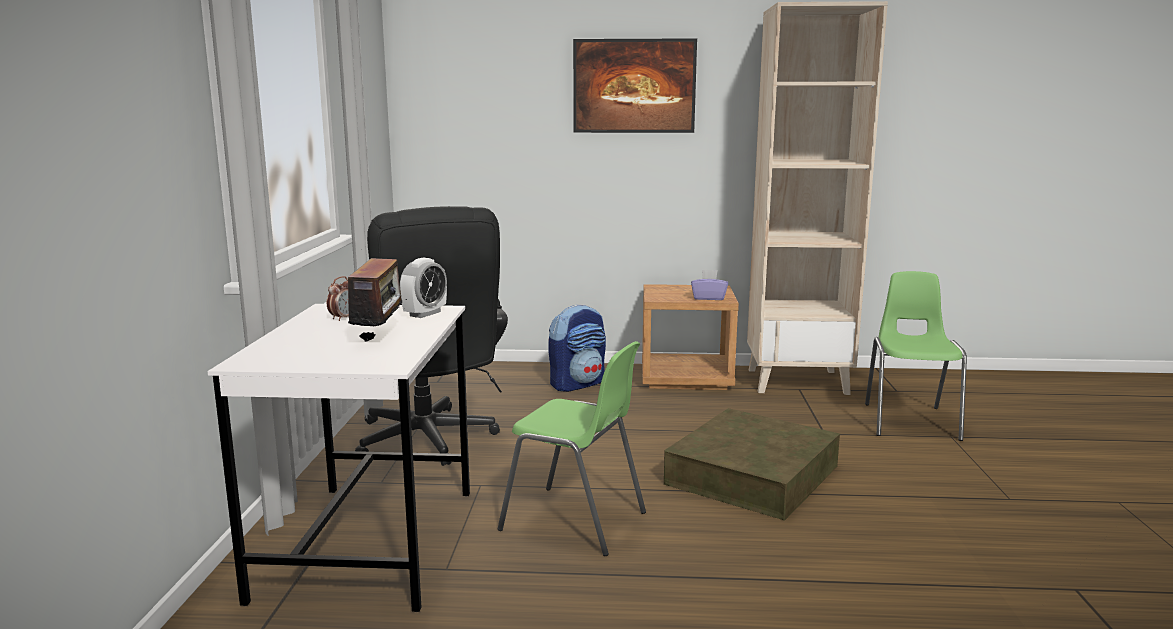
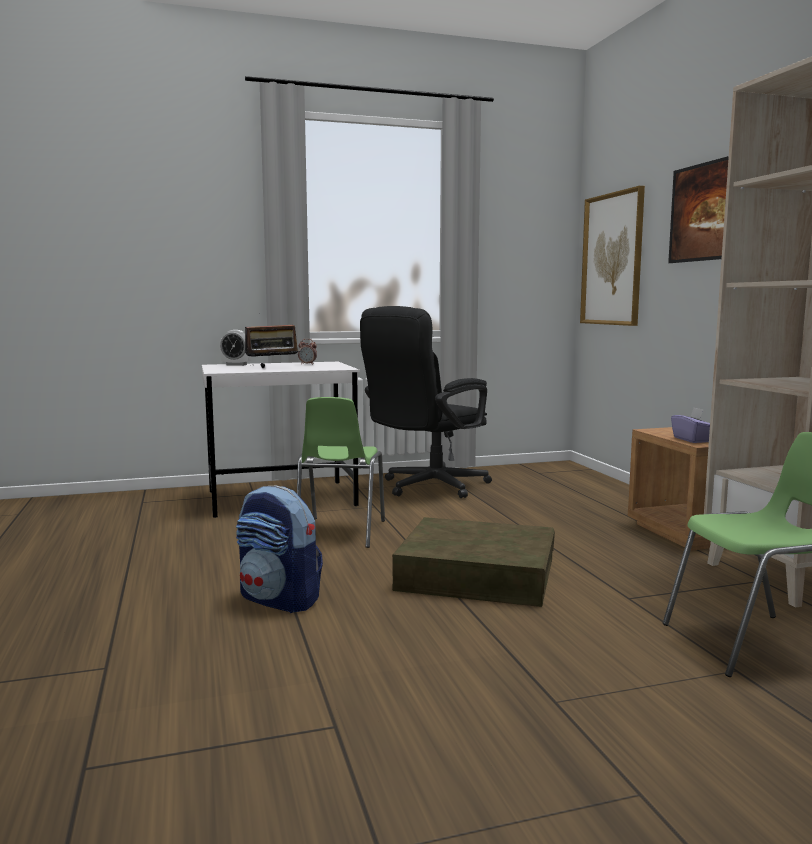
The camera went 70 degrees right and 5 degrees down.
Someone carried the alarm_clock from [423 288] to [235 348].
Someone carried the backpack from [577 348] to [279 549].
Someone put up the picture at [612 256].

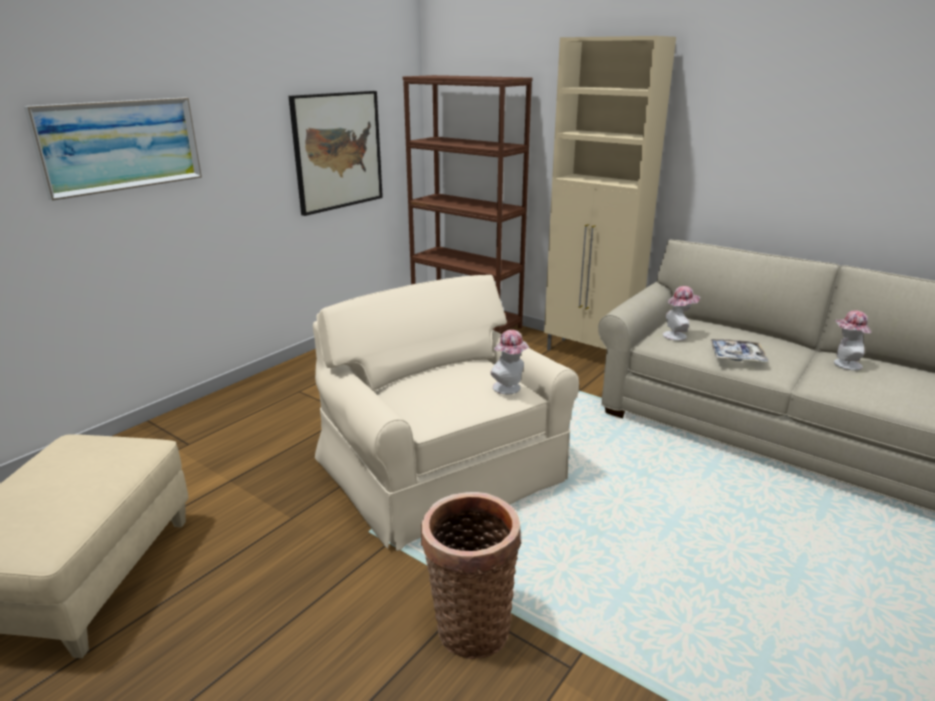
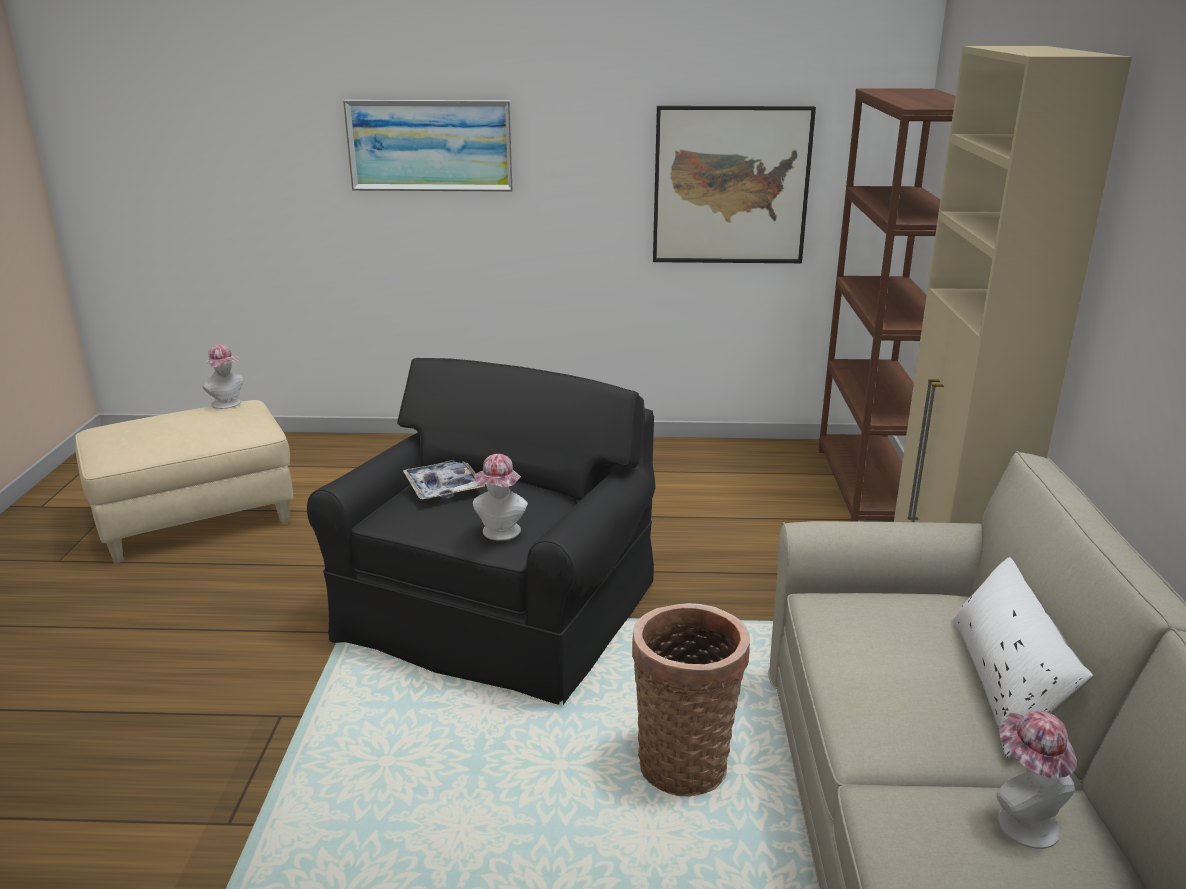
The camera went 55 degrees right and 0 degrees up.
Someone carried the hat from [681 313] to [222 376].
Someone repainted the beige_armchair at [446 413], which became the black_armchair at [481 531].
Someone carried the tray from [739 350] to [444 480].
Someone carried the basket from [471 575] to [691 699].
Someone put down the white_pillow at [1022 658].

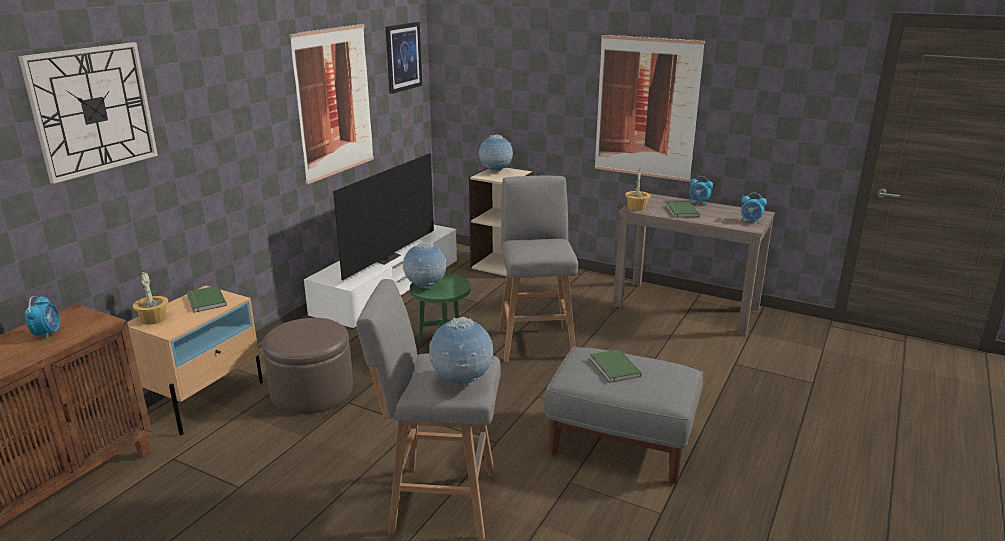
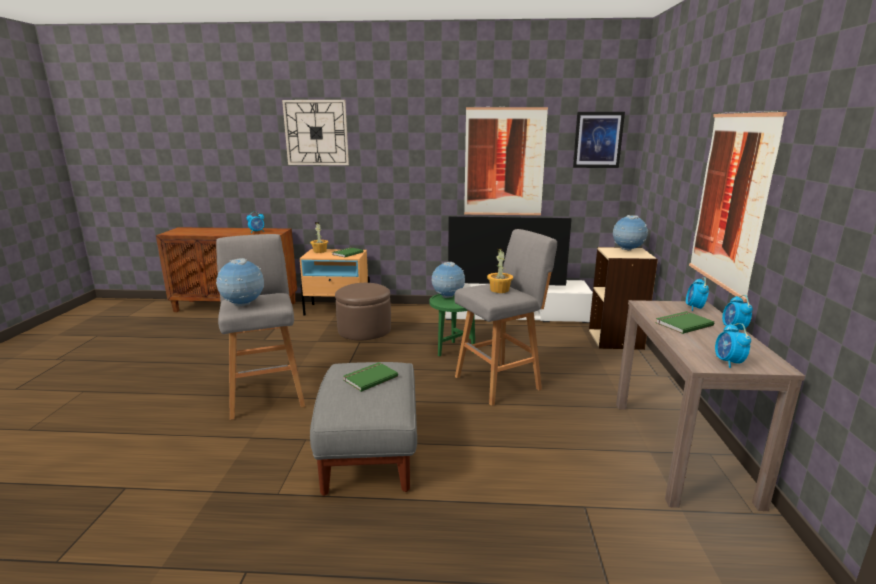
The camera went 65 degrees right and 5 degrees down.
Someone carried the potted_plant from [637 189] to [500 270].
Someone put down the alarm_clock at [697 294].

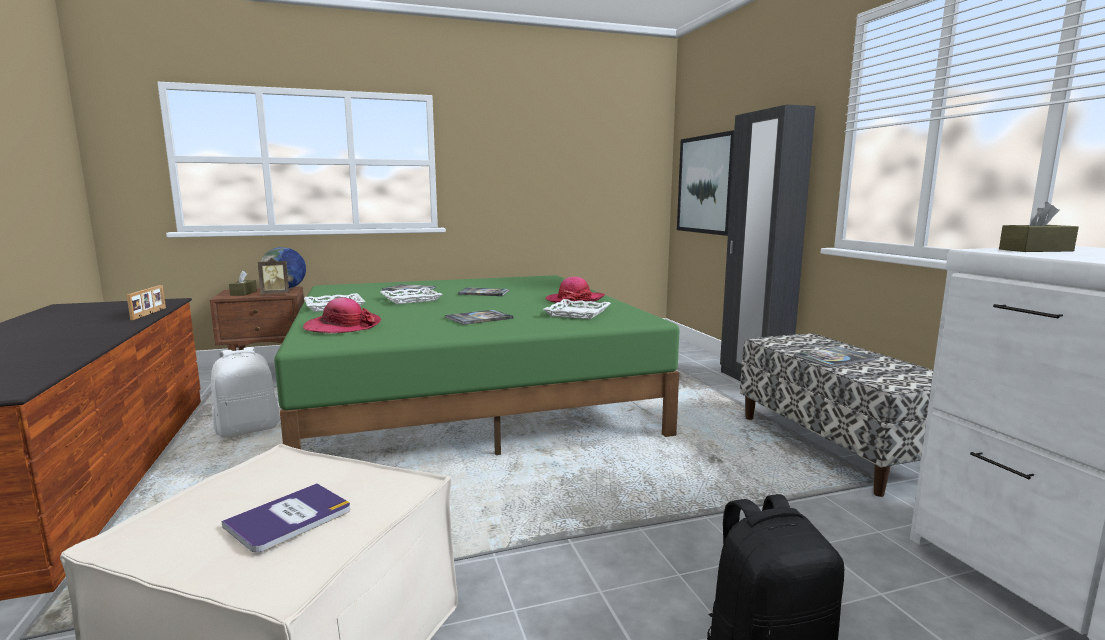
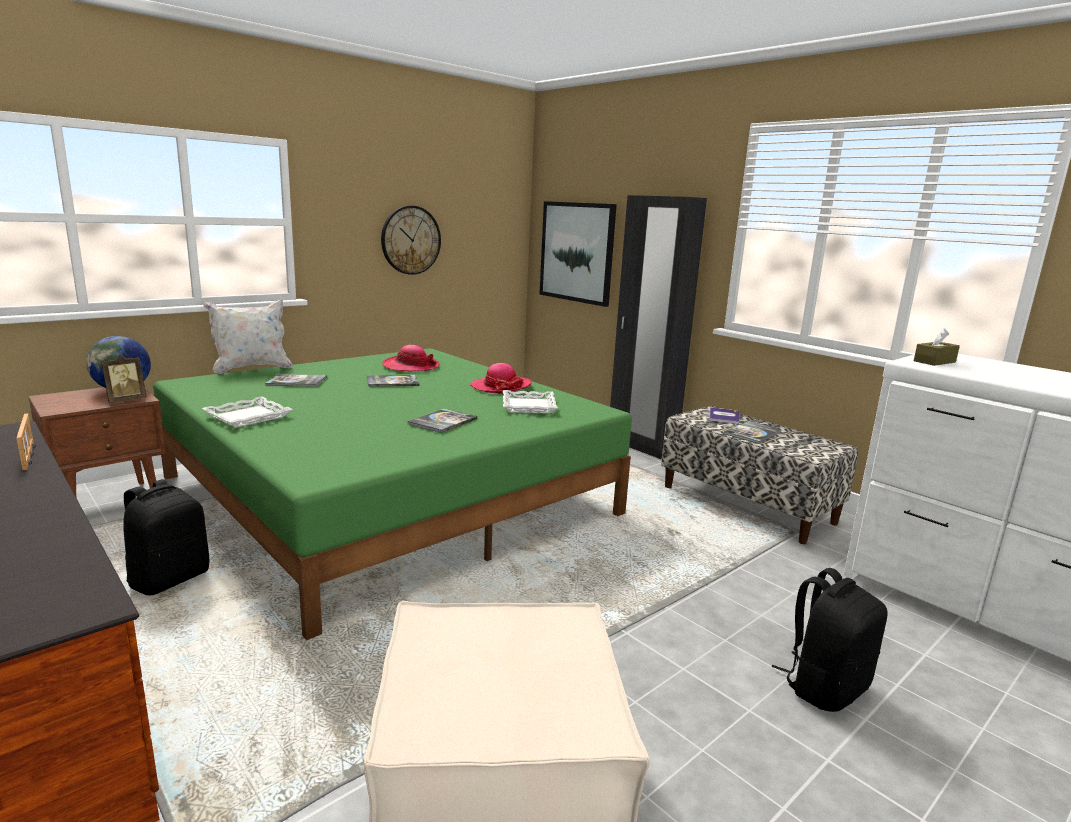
The camera went 25 degrees left and 5 degrees up.
Someone repainted the white_backpack at [245 392], which became the black_backpack at [166 537].
Someone put down the white_pillow at [248 336].
Someone put up the wall_clock at [411 240].
Someone carried the hat from [342 315] to [411 358].
Someone carried the book from [285 517] to [724 415].
Someone took away the brown_tissue_box at [243 283].
Someone took away the white_tray at [412 295].

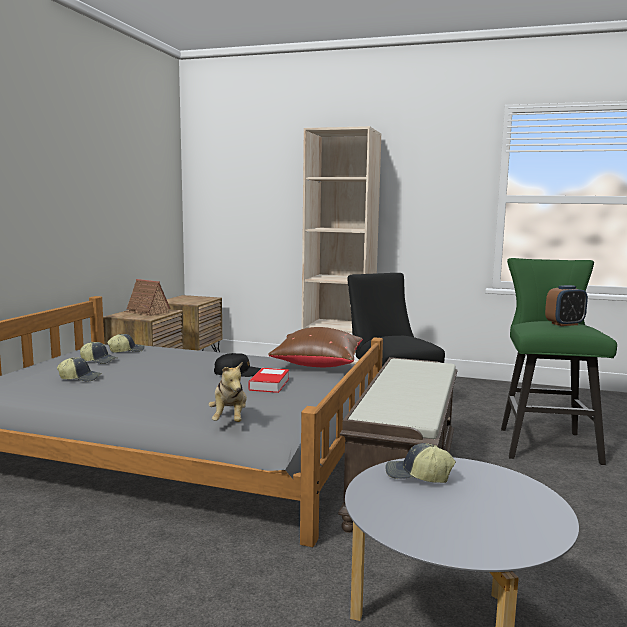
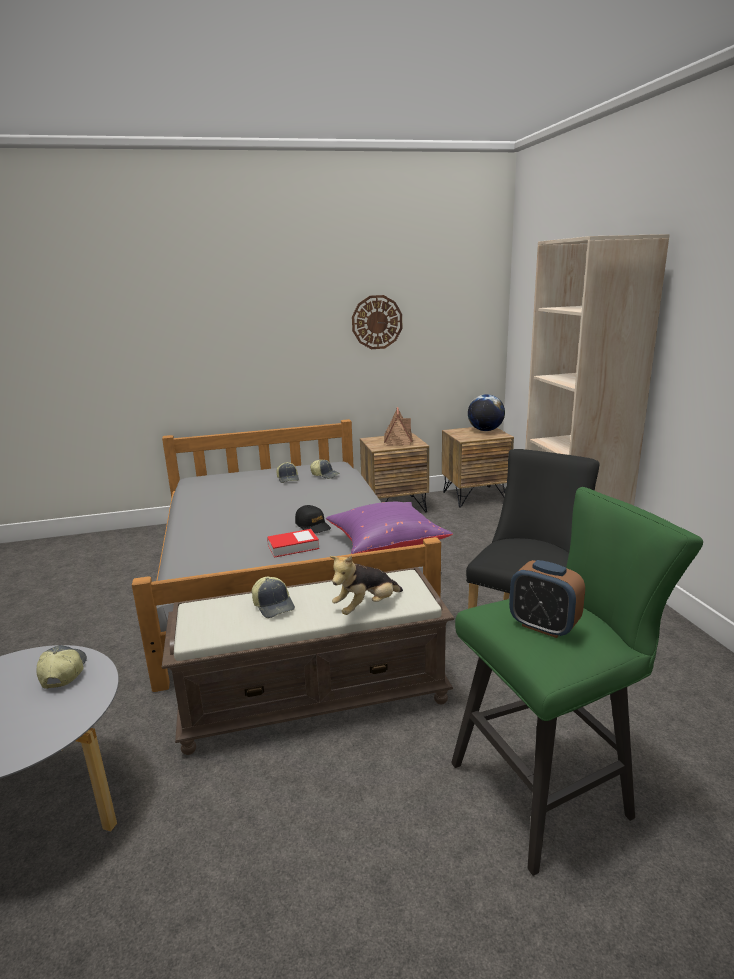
The camera went 60 degrees right and 10 degrees up.
Someone carried the cap from [79 369] to [273 597].
Someone repainted the brown_pillow at [315 347], which became the purple_pillow at [389 528].
Someone carried the plush_toy from [227 391] to [366 585].
Someone put up the wall_clock at [377 322].
Someone put down the globe at [486 412].

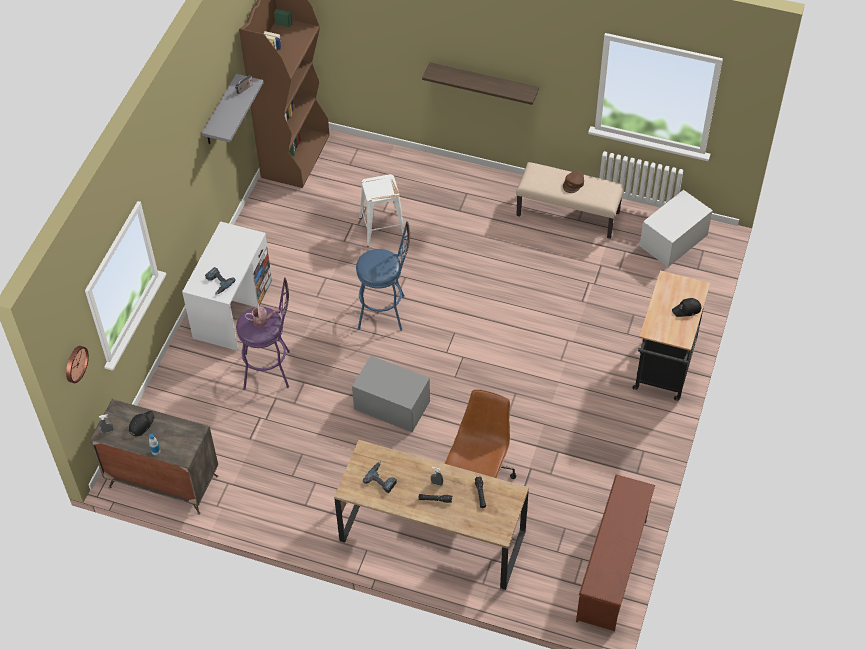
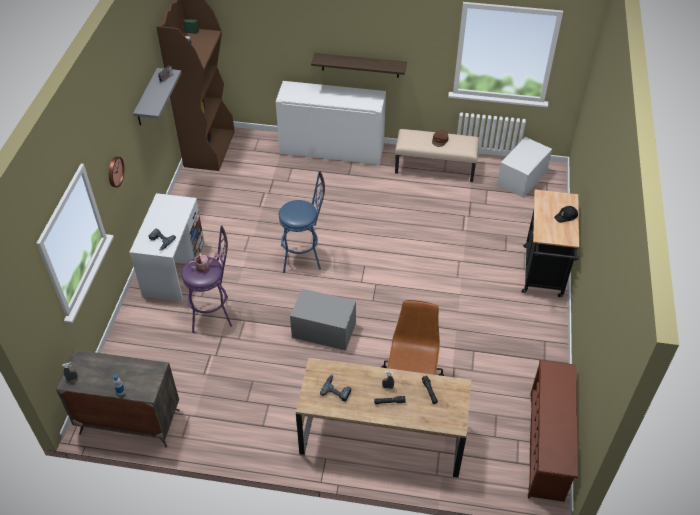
The camera went 10 degrees left and 5 degrees down.
Someone carried the wall_clock from [77 364] to [116 172].
Someone put down the white_cabinet at [331 123].
Someone took away the black_cap at [141 424].
Someone took away the white_stool at [383 210].

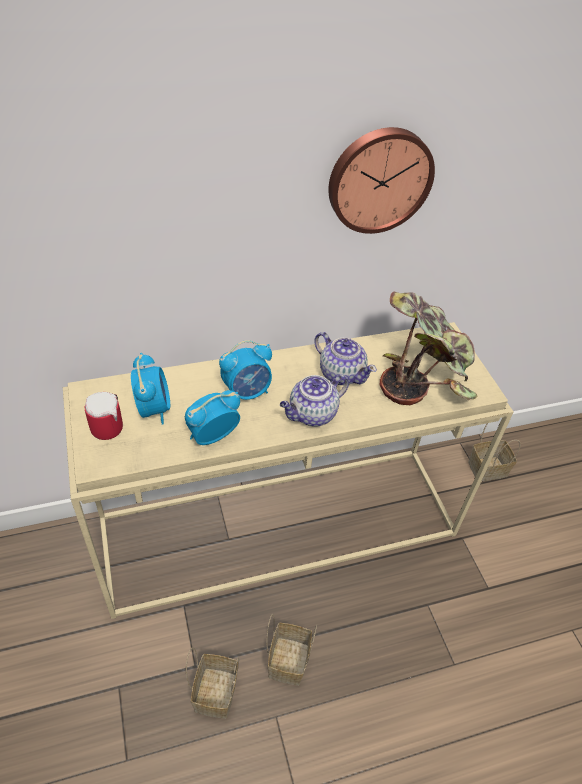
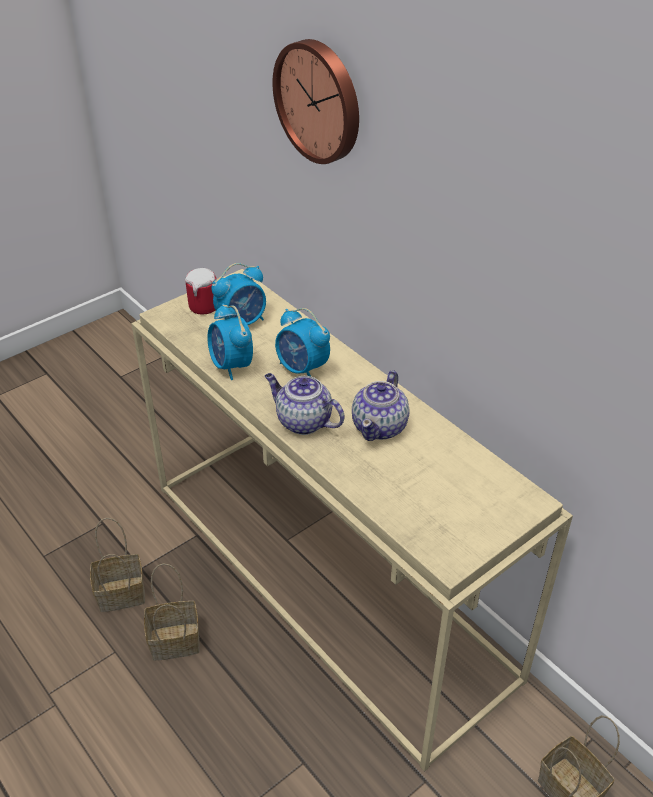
The camera went 70 degrees right and 5 degrees down.
Someone rotated the alarm_clock at [212 417] by 150 degrees counterclockwise.
Someone carried the wall_clock from [381 180] to [316 101].
Someone took away the potted_plant at [429 348].

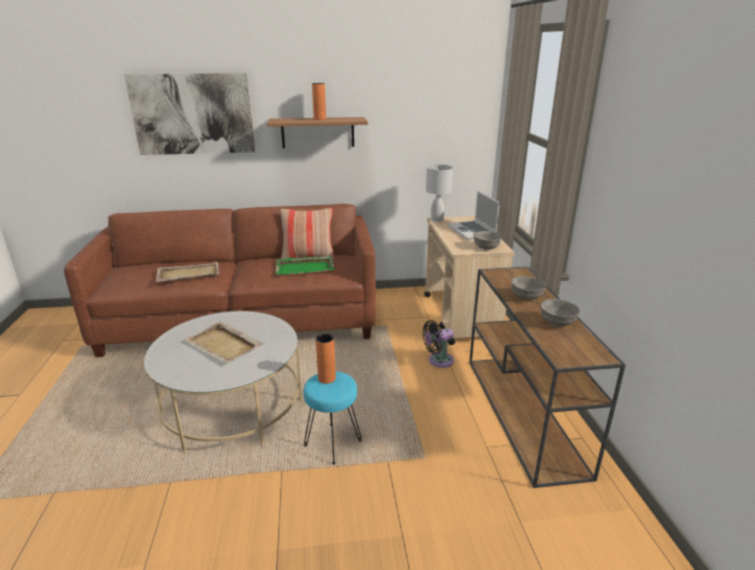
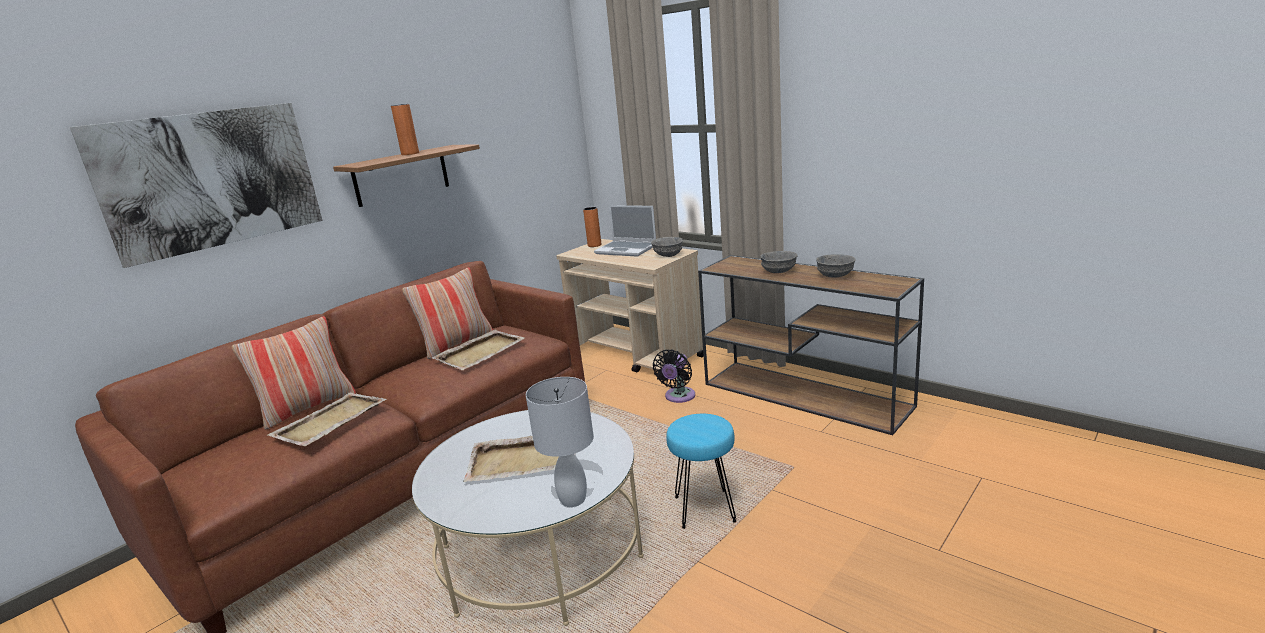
The camera went 40 degrees left and 5 degrees down.
Someone put down the pillow at [294 372].
Someone repainted the green_tray at [305 265], which became the beige_tray at [478 350].
Someone carried the white_table_lamp from [439 193] to [560 442].
Someone carried the orange_vase from [326 359] to [592 227].

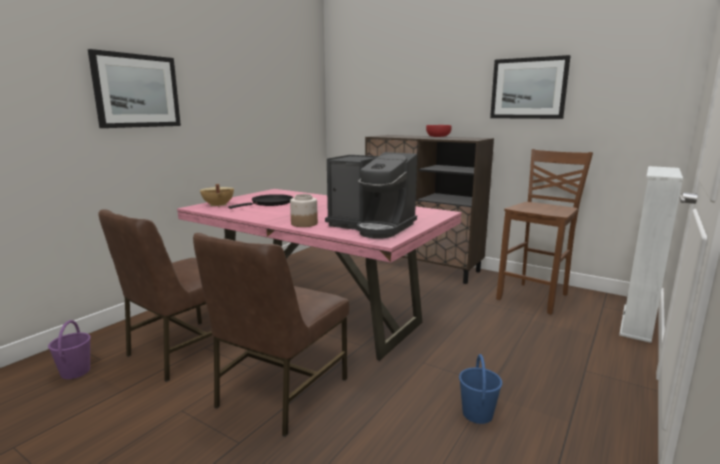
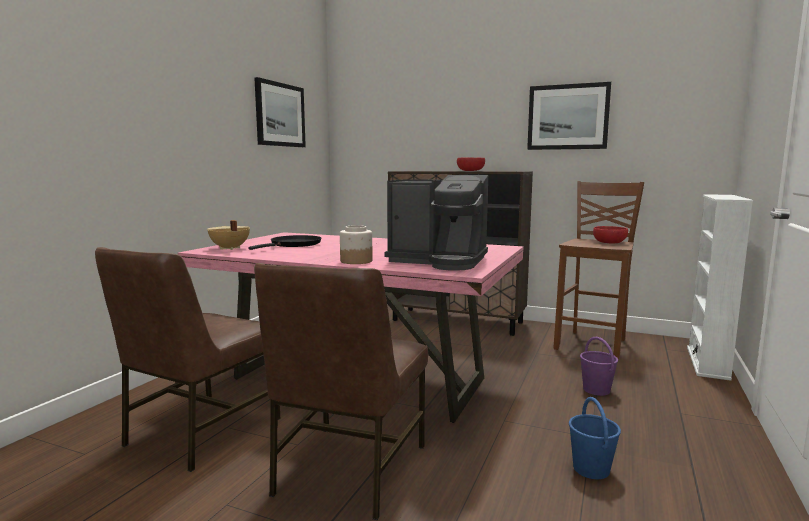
The camera went 10 degrees left and 5 degrees down.
Someone carried the picture from [134 88] to [280 112].
Someone carried the purple_bucket from [69 349] to [599 366].
Someone put down the red_bowl at [610 235].

